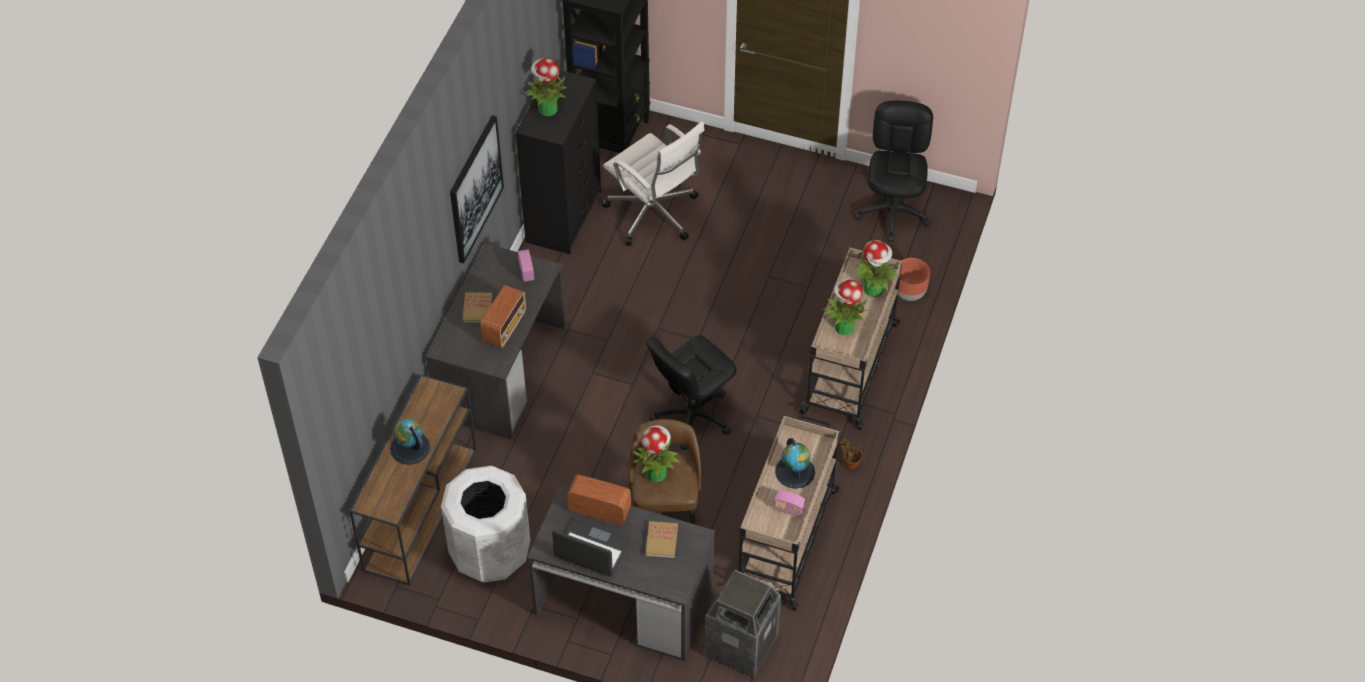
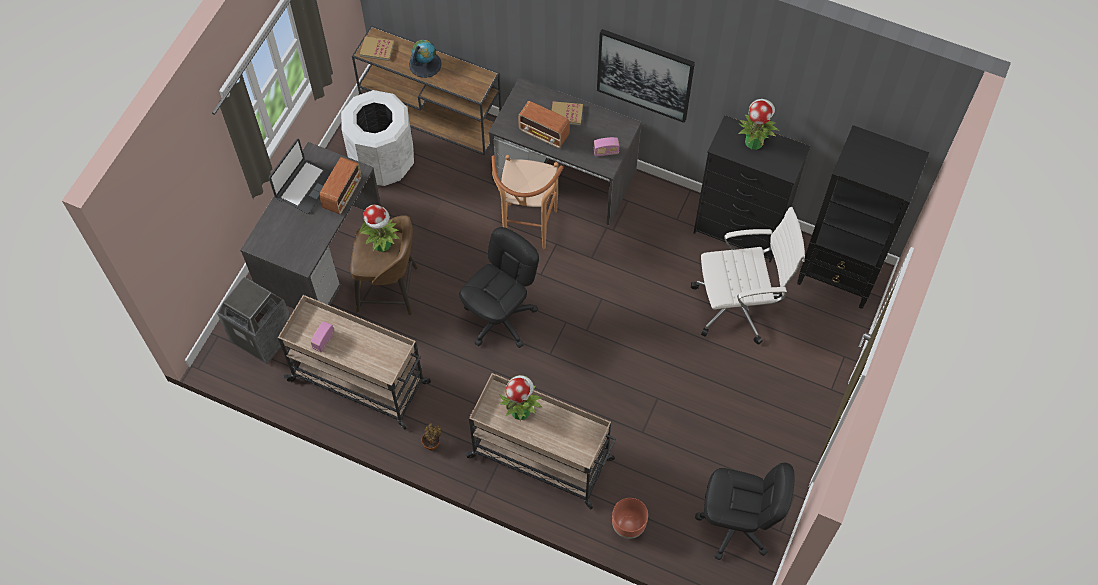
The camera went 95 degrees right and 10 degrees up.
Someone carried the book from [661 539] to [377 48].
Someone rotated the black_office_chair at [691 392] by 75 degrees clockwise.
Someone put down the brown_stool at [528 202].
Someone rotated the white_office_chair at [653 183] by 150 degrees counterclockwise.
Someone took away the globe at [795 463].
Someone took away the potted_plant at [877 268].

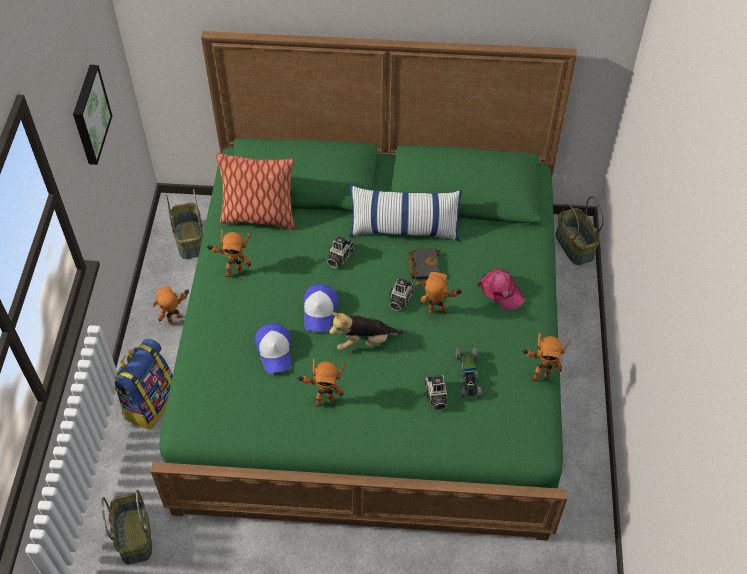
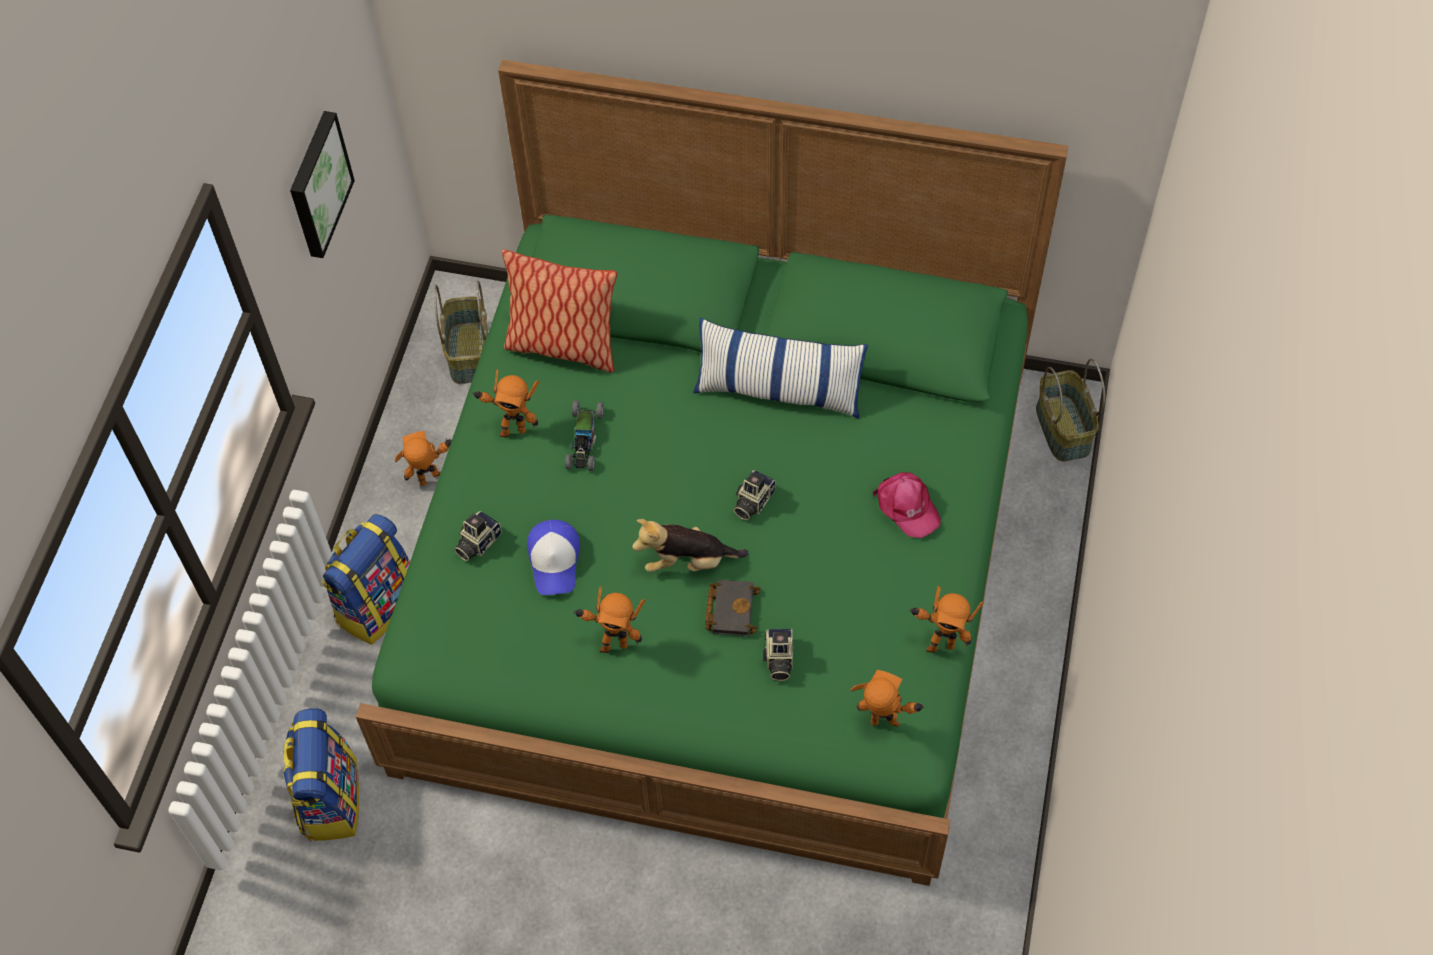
The camera went 10 degrees right and 5 degrees up.
Someone swapped the basket at [127 527] for the backpack at [321 774].
Someone carried the photo_camera from [340 252] to [478 536].
Someone carried the toy_car from [468 372] to [584 435].
Someone carried the black_book from [425 264] to [732 608].
Someone carried the toy_robot from [439 293] to [887 698].
Someone took away the cap at [320 308].

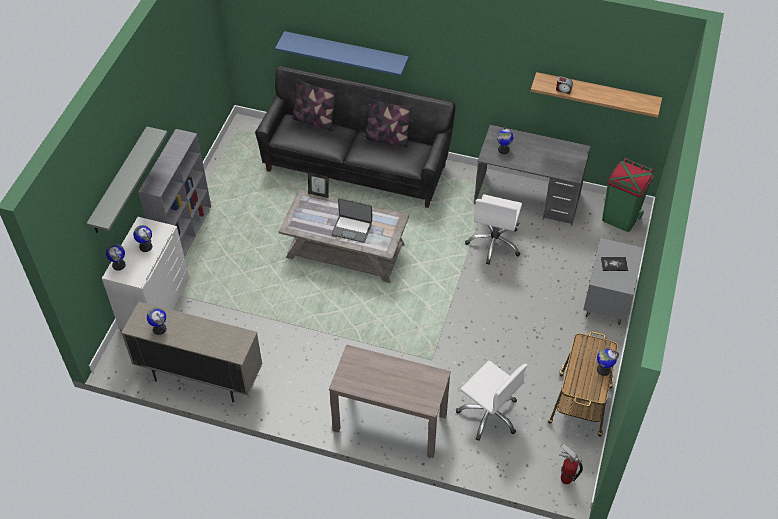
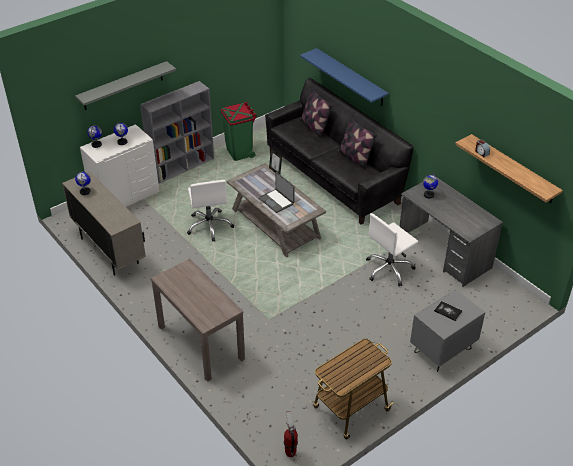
The camera went 35 degrees right and 10 degrees down.
Someone carried the white_office_chair from [491 401] to [210 211].
Someone carried the green_trash_can from [627 195] to [239 131].
Someone took away the globe at [608 362].

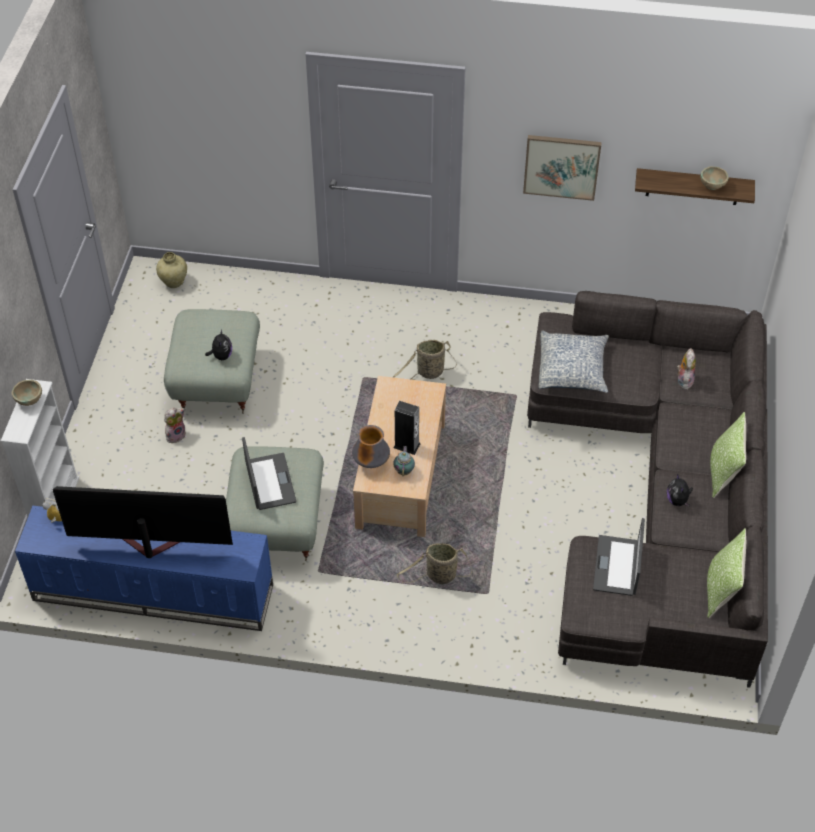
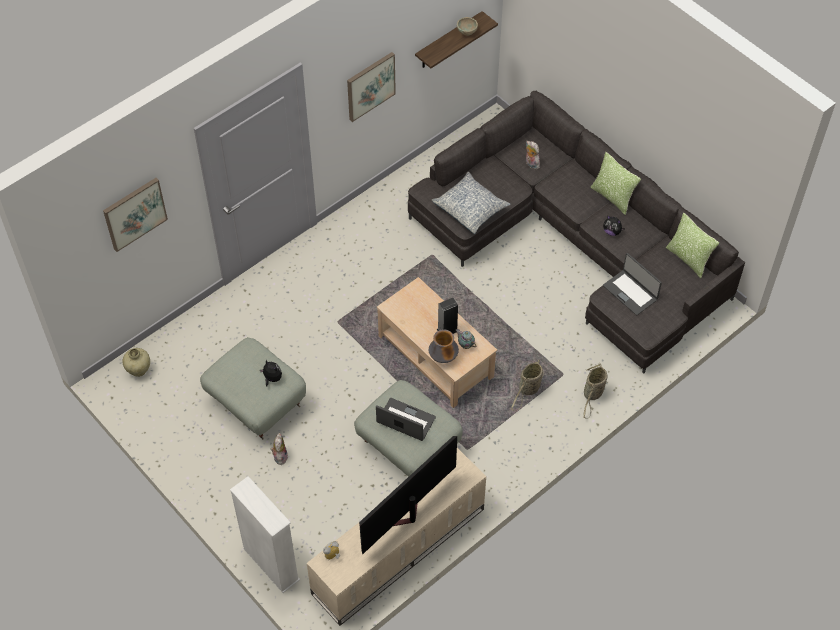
The camera went 50 degrees left and 5 degrees up.
Someone put up the picture at [135 215].
Someone repainted the blue_tv_stand at [144 568], which became the beige_tv_stand at [396 537].
Someone carried the basket from [425 359] to [595 391].
Someone took away the beige_bowl at [27 393].

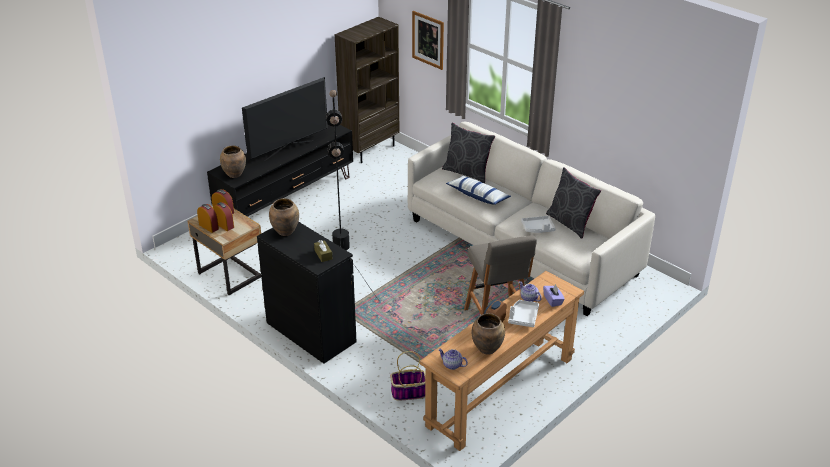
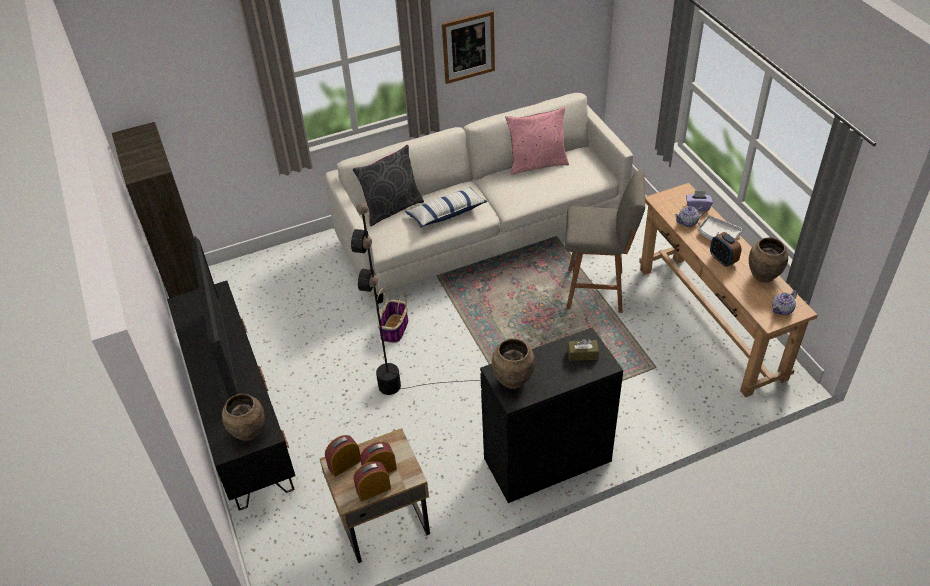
The camera went 65 degrees left and 10 degrees up.
Someone carried the basket from [407 375] to [392 315].
Someone carried the picture from [428 40] to [468 47].
Someone repainted the grey_pillow at [573 203], which became the pink_pillow at [537 141].
Someone took away the white_tray at [538 224].

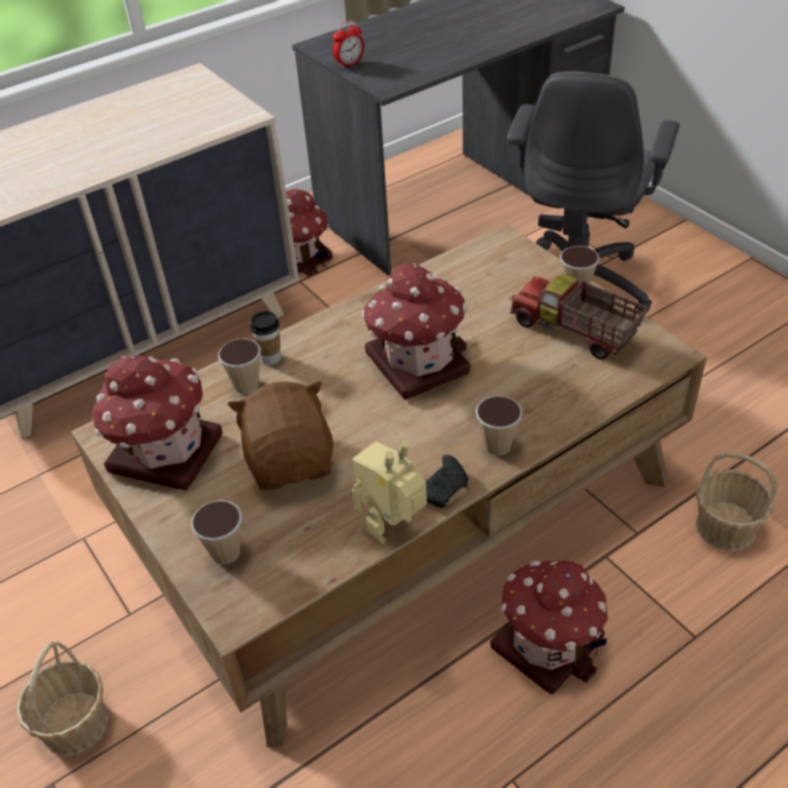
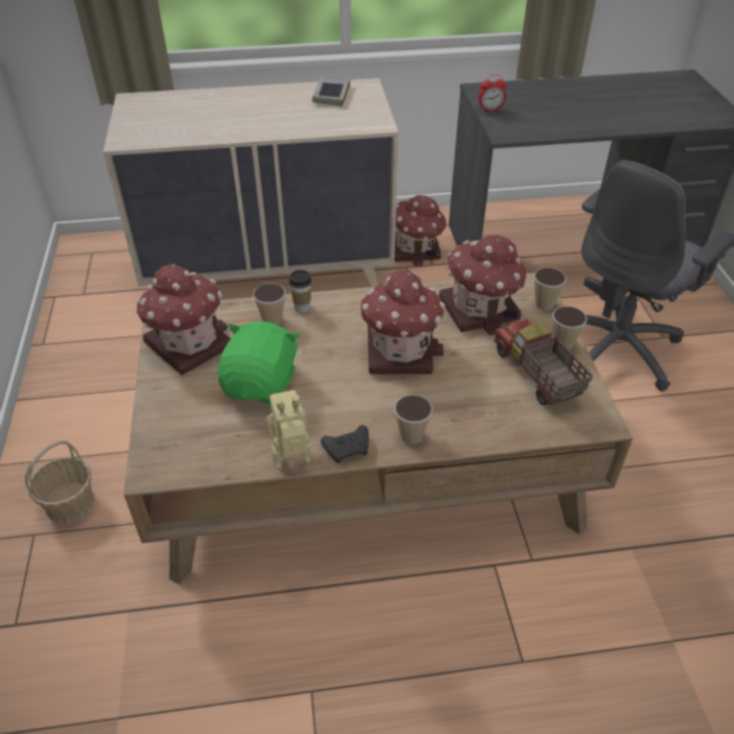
The camera went 25 degrees right and 0 degrees up.
Someone repainted the brown_plush_toy at [280 435], which became the green_plush_toy at [259 362].
Someone put down the book at [331 91].
Someone carried the toy_house from [549 627] to [483 285].
Someone carried the cup from [216 532] to [550 289].
Someone took away the basket at [736 501].

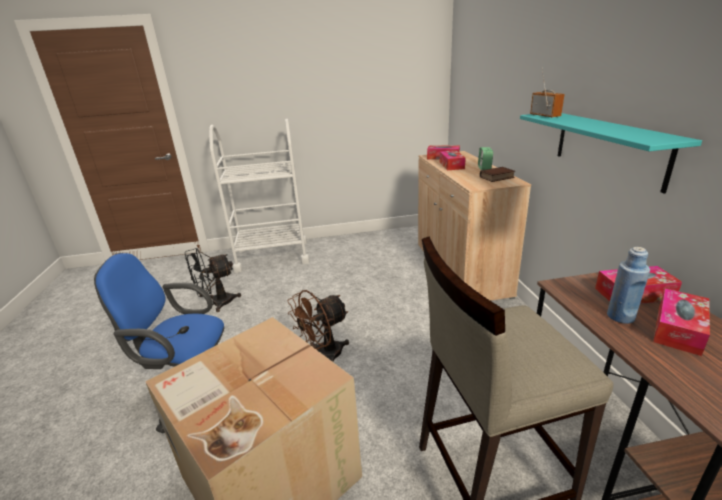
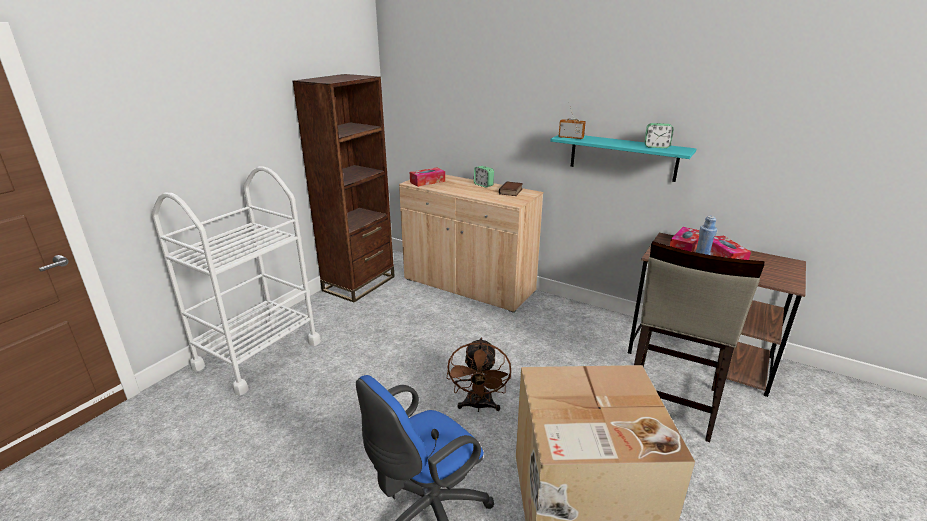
The camera went 50 degrees left and 0 degrees up.
Someone put down the brown_bookcase at [344 188].
Someone put down the alarm_clock at [659 135].
Someone took away the black_fan at [213 280].
Someone took away the tissue_box at [453 160].

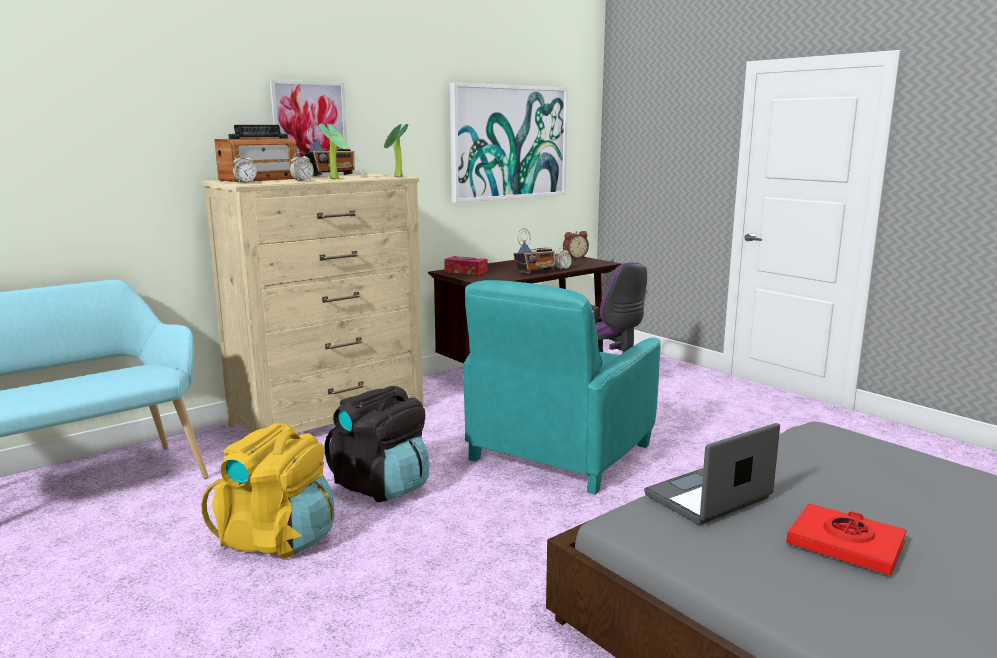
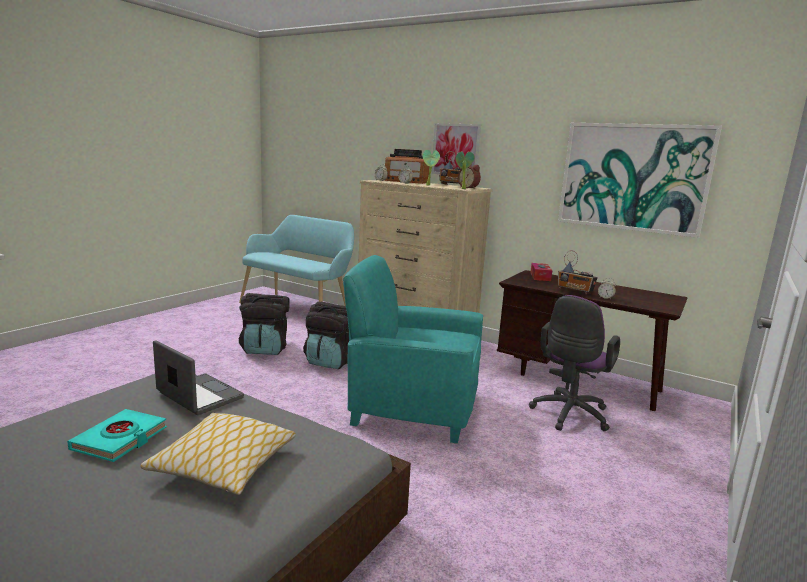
The camera went 70 degrees right and 0 degrees up.
Someone repainted the red_book at [846 539], which became the turquoise_book at [117 435].
Someone put down the pillow at [218 454].
Someone repainted the yellow_backpack at [267 491], which became the black_backpack at [264 324].
Someone carried the alarm_clock from [576 245] to [469 177].

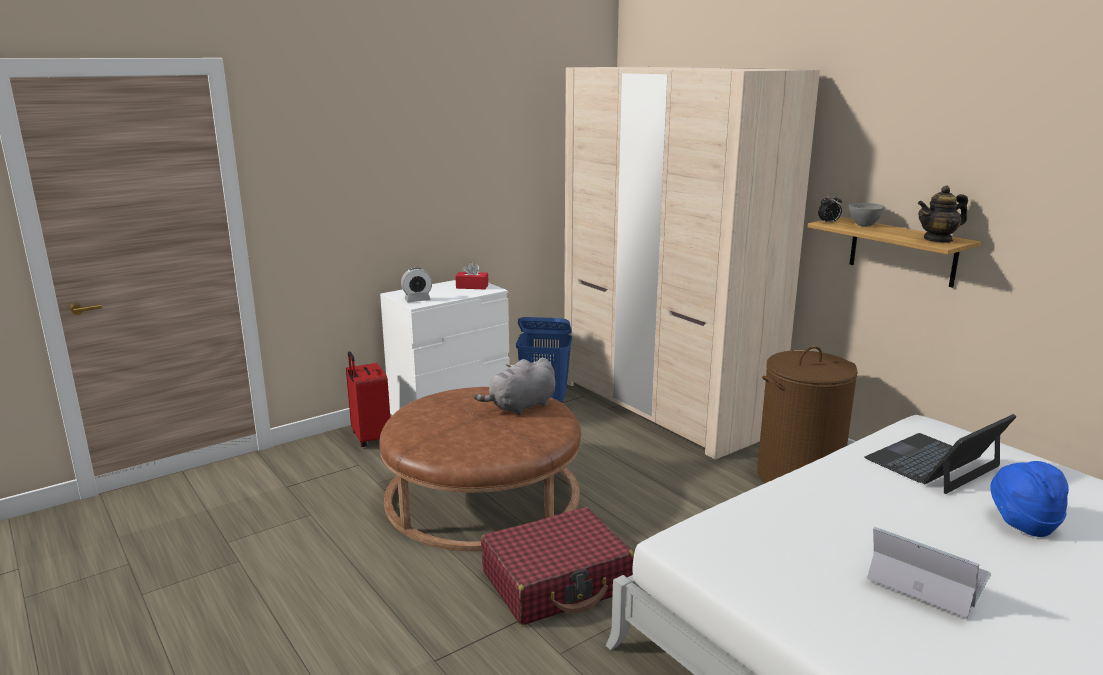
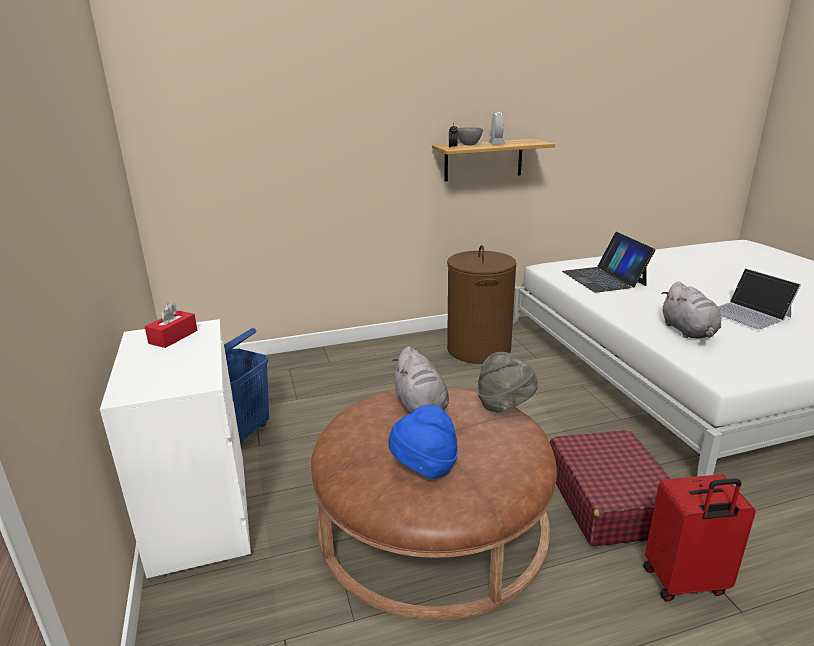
The camera went 70 degrees left and 5 degrees up.
Someone carried the blue_hat from [1030 499] to [423 442].
Someone put down the grey_hat at [507 382].
Someone carried the alarm_clock from [416 285] to [497 128].
Someone carried the red_suitcase from [368 399] to [699 538].
Someone put down the grey_plush_toy at [691 310].
Someone rotated the laptop at [929 572] by 90 degrees counterclockwise.
Someone took away the beige_wardrobe at [692 263].
Someone took away the teapot at [943 214].

